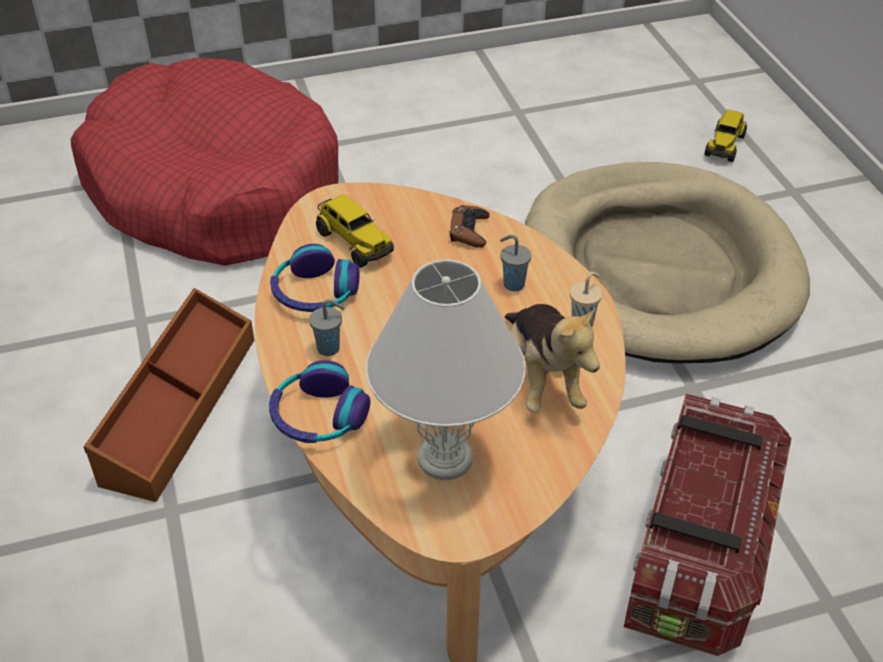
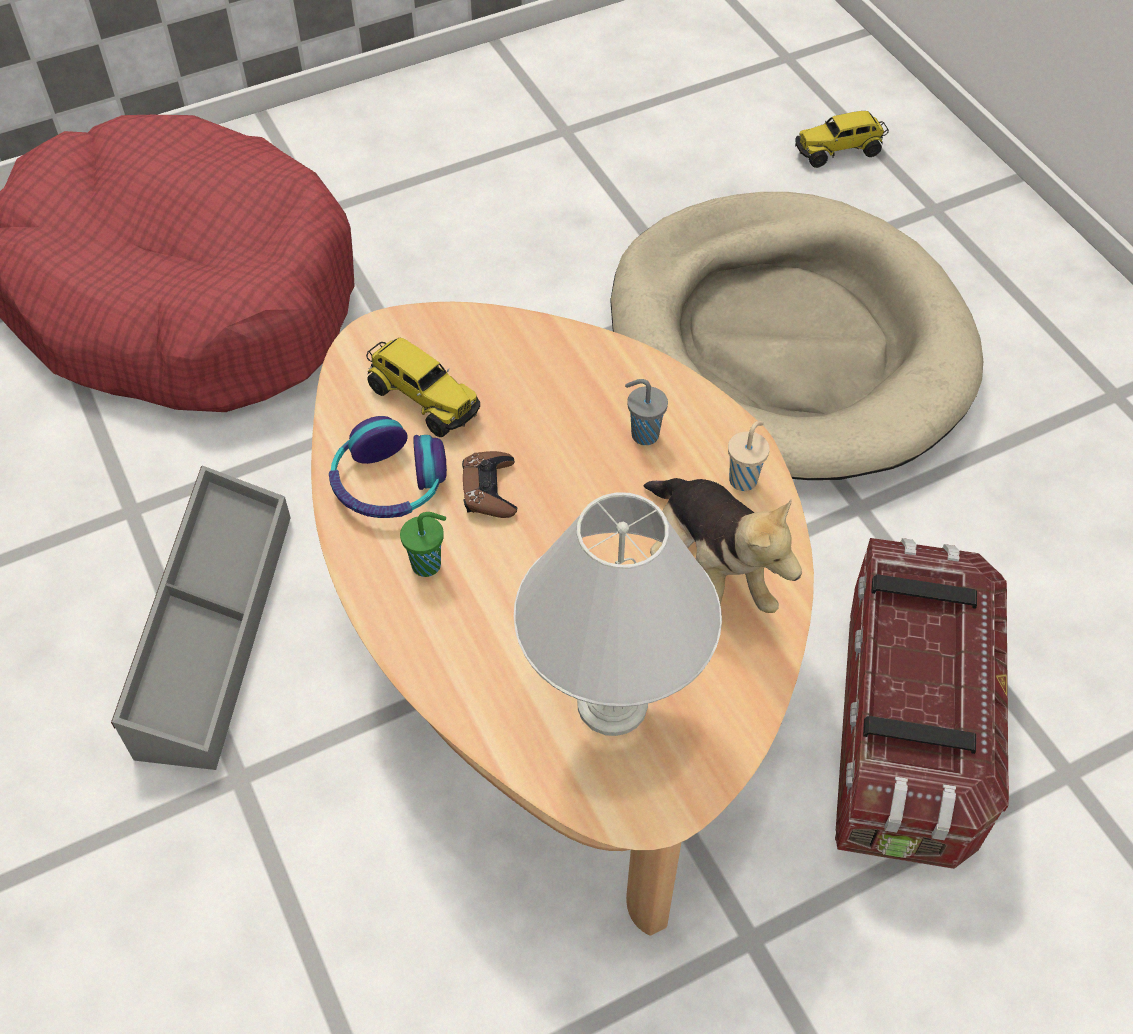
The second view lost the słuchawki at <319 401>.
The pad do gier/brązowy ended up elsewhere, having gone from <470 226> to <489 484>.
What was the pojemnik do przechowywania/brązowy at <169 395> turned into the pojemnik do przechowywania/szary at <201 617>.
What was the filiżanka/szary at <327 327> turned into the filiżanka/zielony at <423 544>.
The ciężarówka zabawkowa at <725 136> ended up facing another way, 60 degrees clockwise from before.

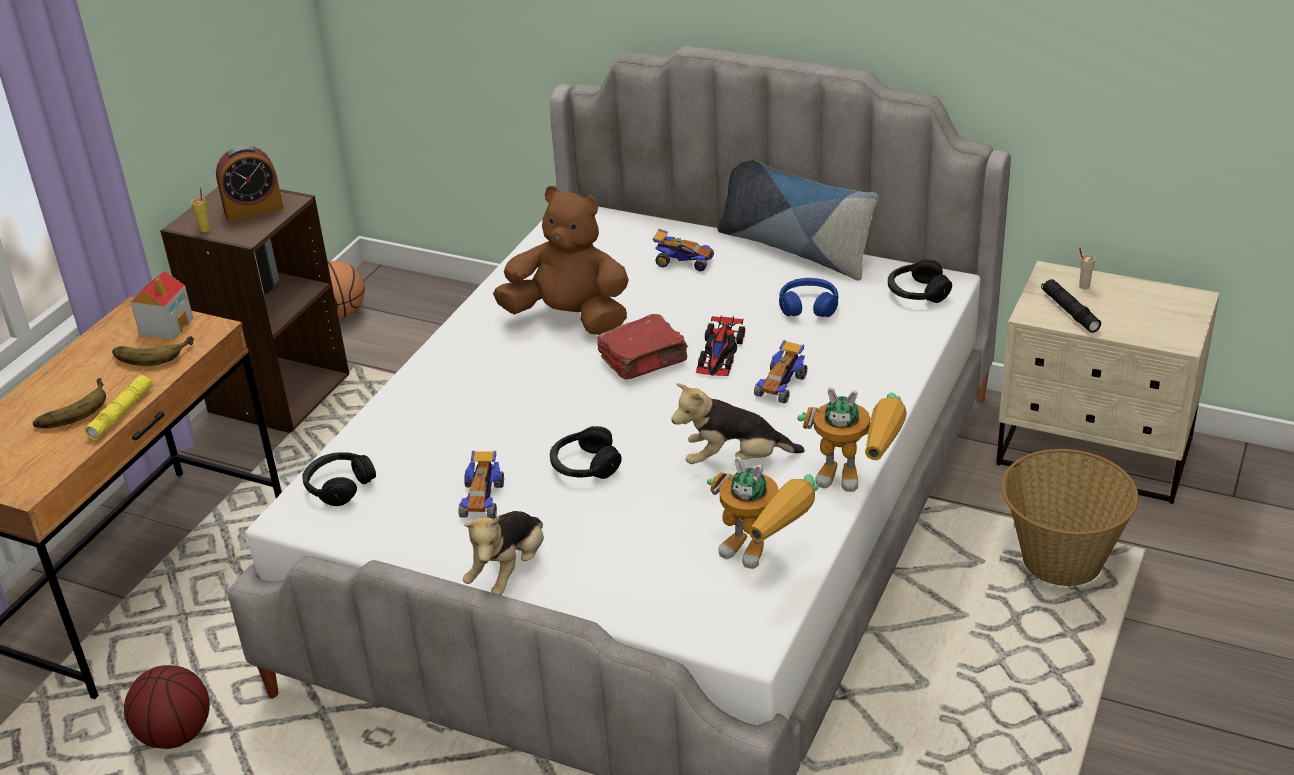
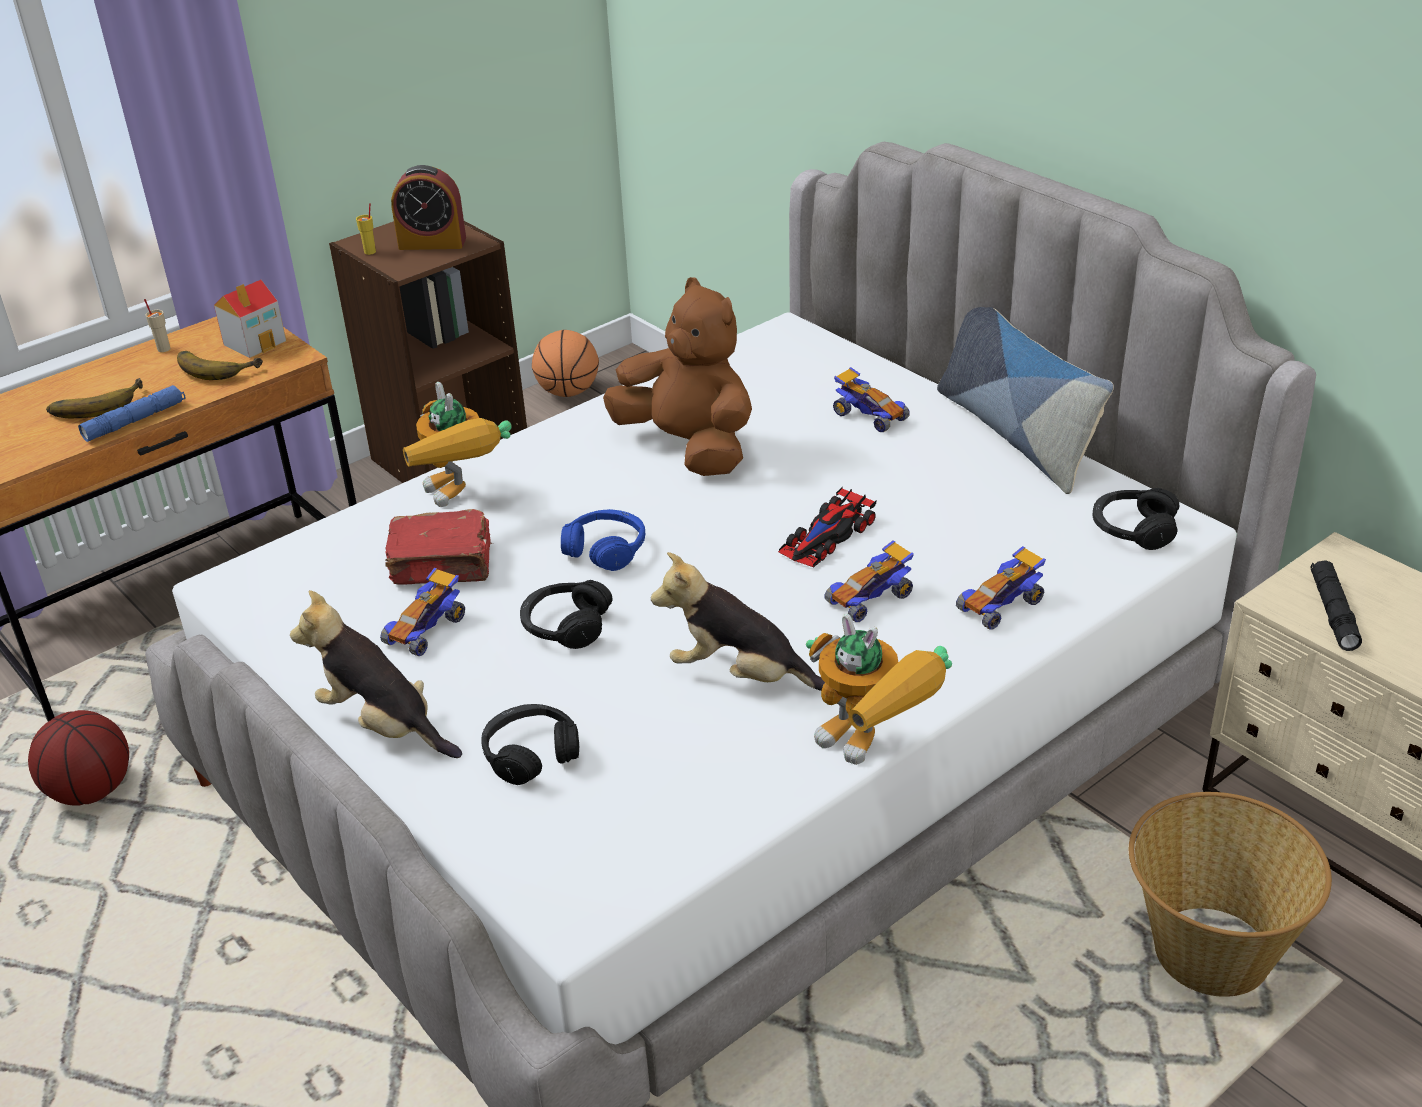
The second view gained the samochodzik at <1001 588>.
The słuchawki/czarny ended up elsewhere, having gone from <339 479> to <530 744>.
The książka/czerwony ended up elsewhere, having gone from <642 346> to <439 546>.
The robot zabawkowy ended up elsewhere, having gone from <762 512> to <457 444>.
The słuchawki/niebieski ended up elsewhere, having gone from <808 297> to <603 540>.
The filiżanka/beżowy ended up elsewhere, having gone from <1087 268> to <157 325>.
What was the latarka/żółty at <119 407> turned into the latarka/niebieski at <132 413>.
The pluszak at <503 553> ended up facing another way, 75 degrees clockwise from before.

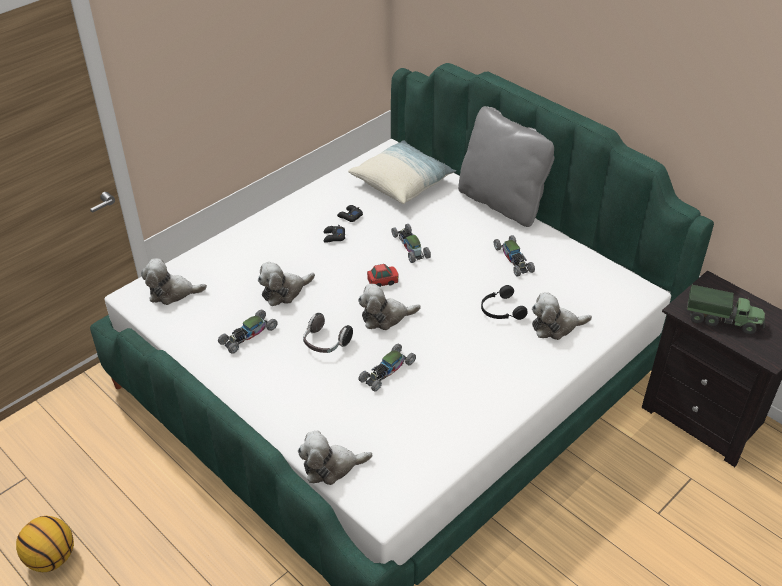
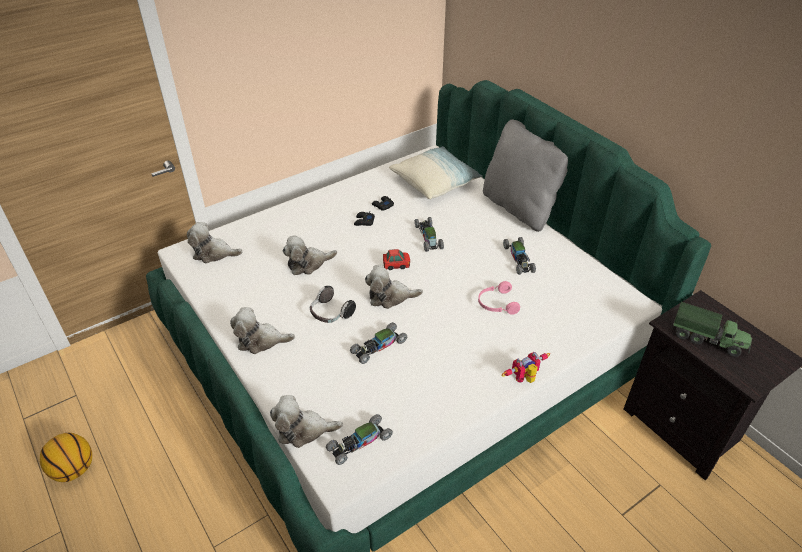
The second view gained the robot zabawkowy at <526 367>.
The samochodzik ended up elsewhere, having gone from <248 332> to <359 439>.
The pluszak ended up elsewhere, having gone from <562 316> to <262 330>.
What was the słuchawki/czarny at <504 302> turned into the słuchawki/różowy at <499 298>.

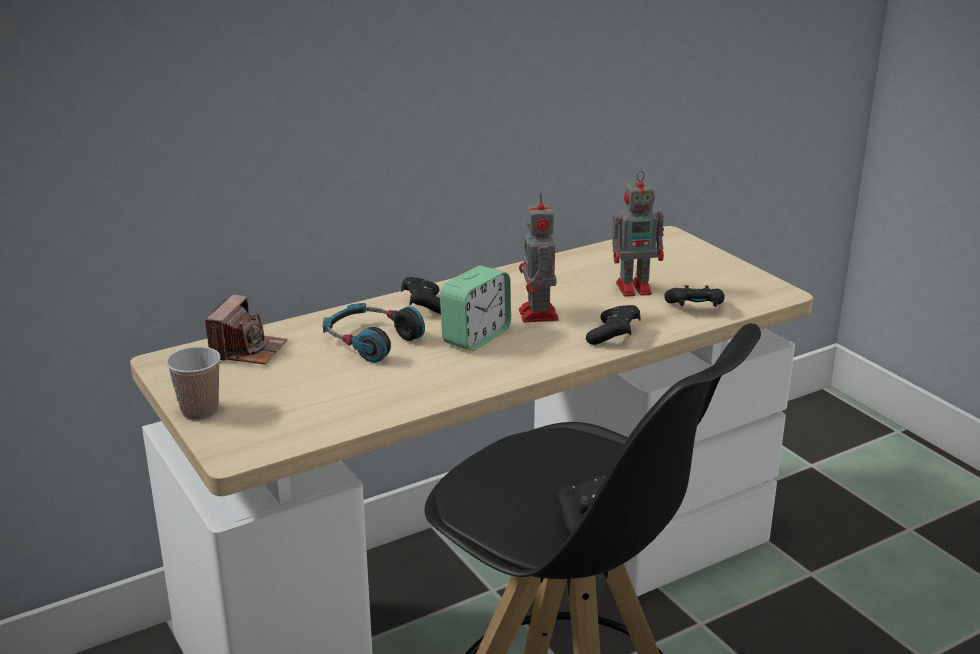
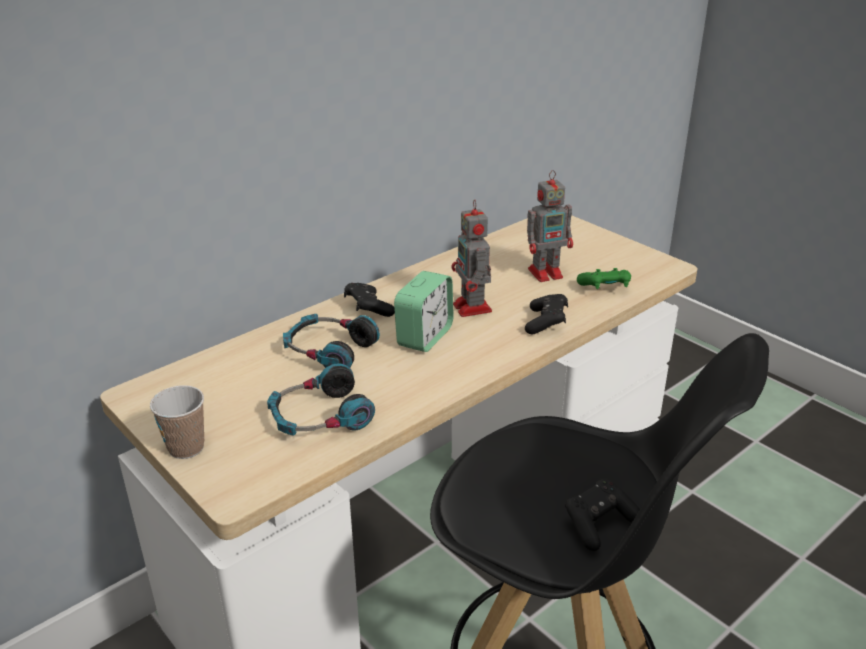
The second view lost the aparat fotograficzny at <246 329>.
The second view gained the słuchawki at <321 400>.
What was the pad do gier/czarny at <694 296> turned into the pad do gier/zielony at <604 278>.

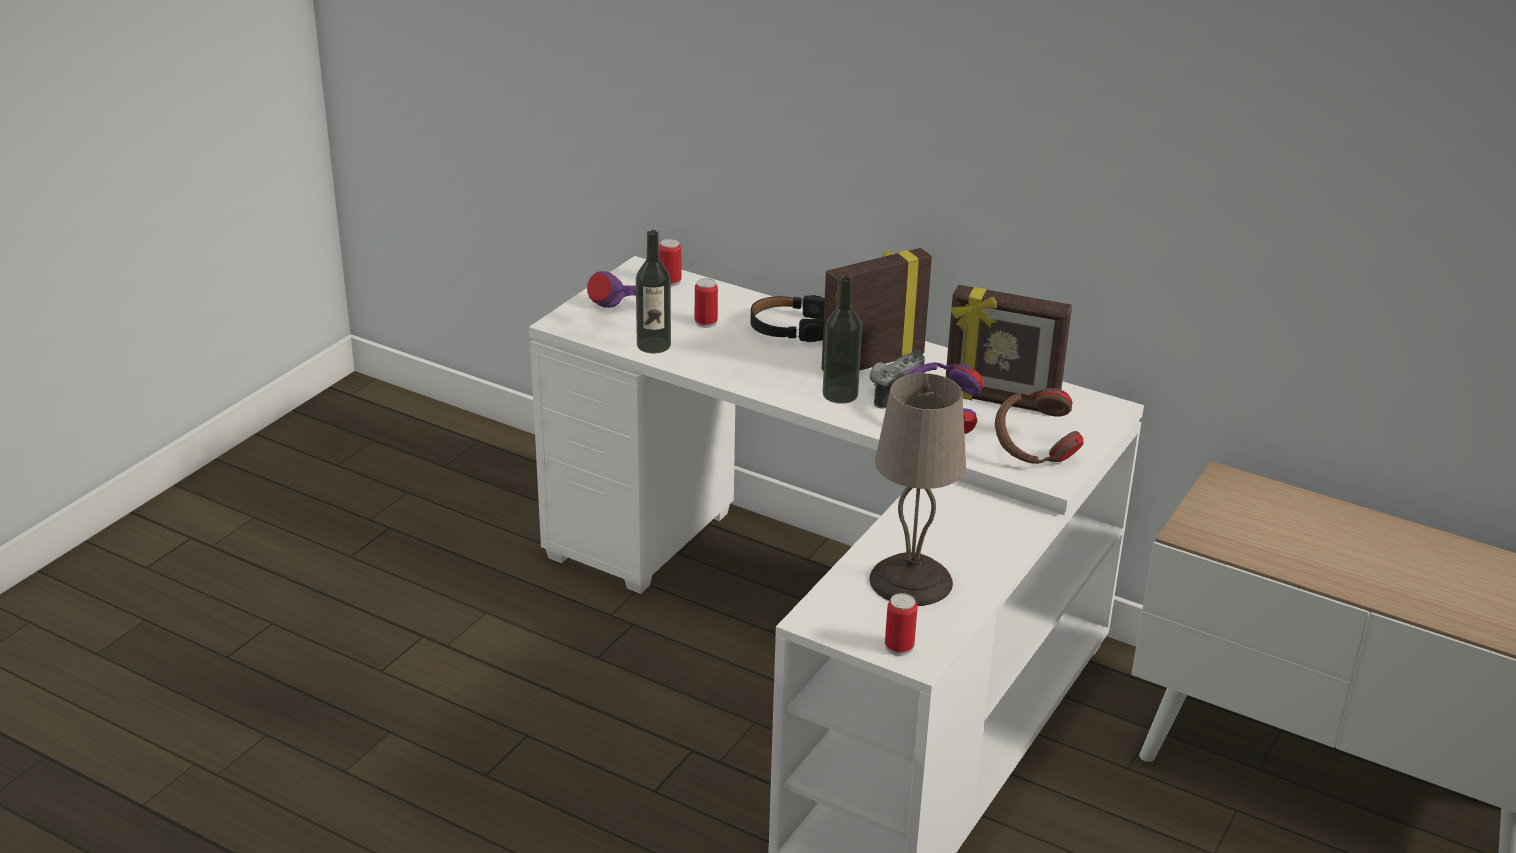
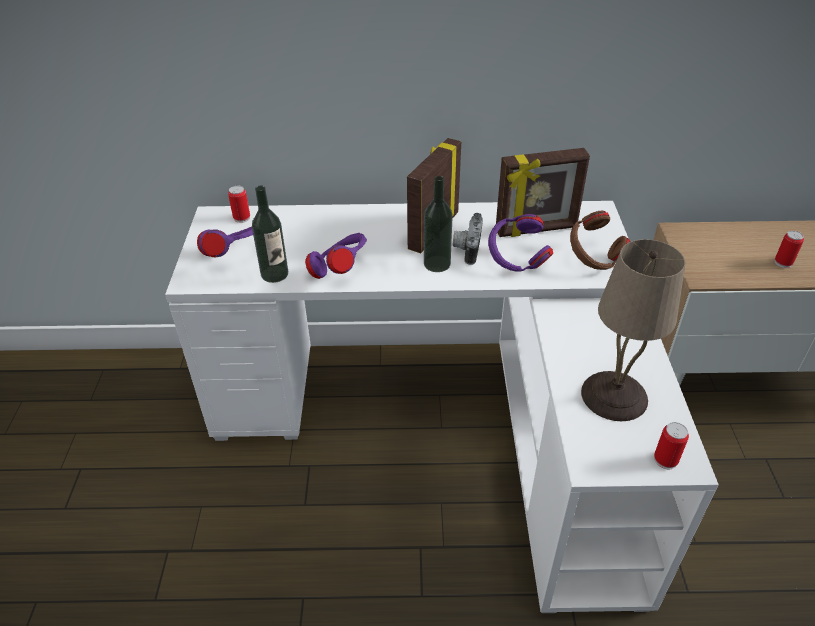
The second view lost the słuchawki/czarny at <787 318>.
The second view gained the słuchawki/fioletowy at <336 256>.
The puszka ended up elsewhere, having gone from <706 303> to <789 249>.

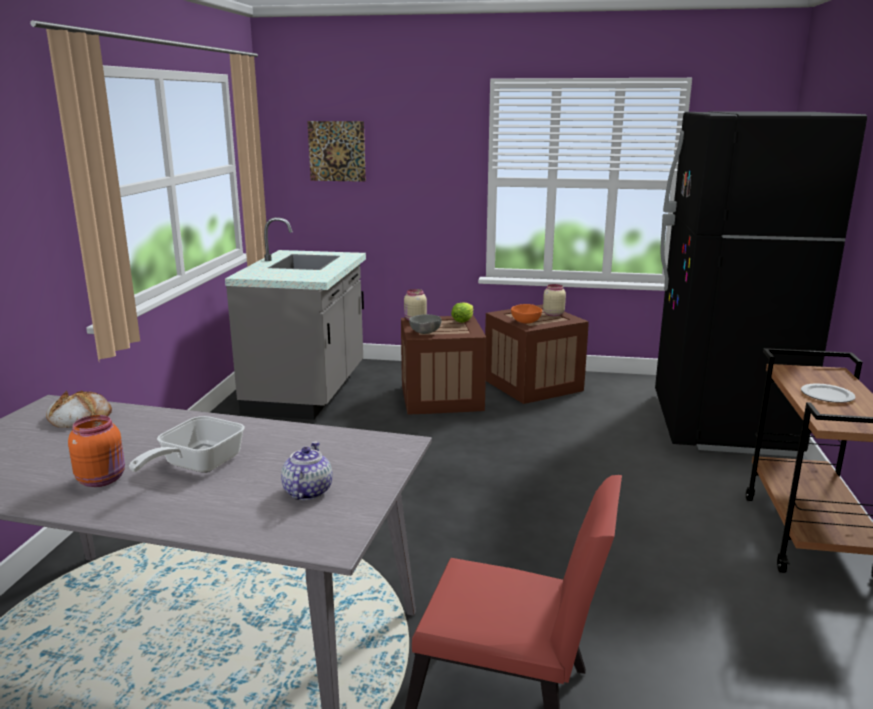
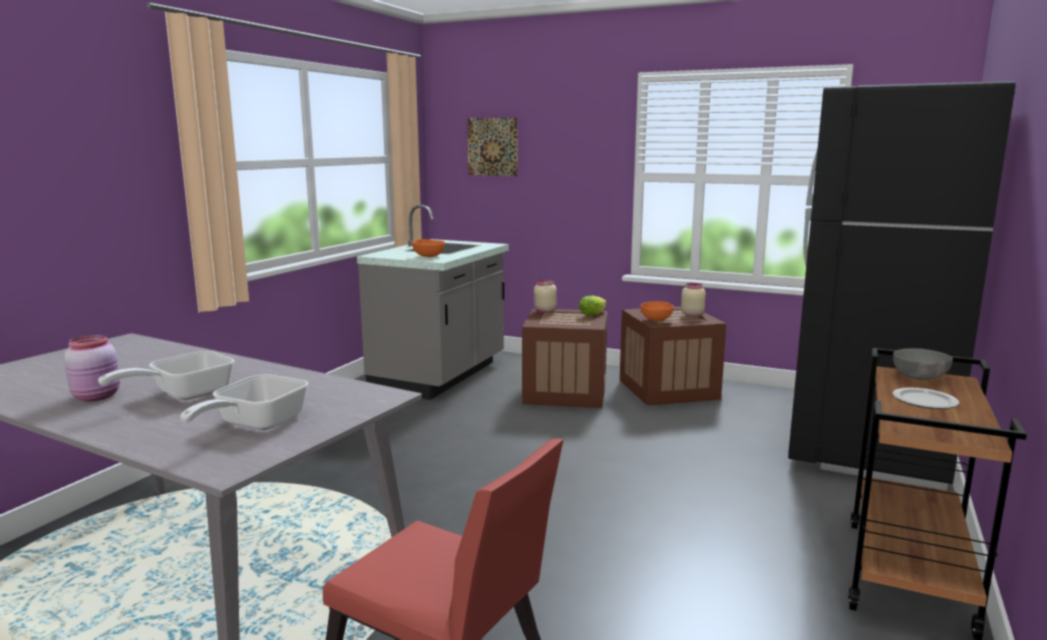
The second view lost the chleb at <79 409>.
The second view gained the miska/pomarańczowy at <428 248>.
The miska/szary ended up elsewhere, having gone from <425 324> to <923 364>.
Where the imbryk stood at <306 470>, the patelnia came to stand at <244 402>.
What was the słoik/pomarańczowy at <96 451> turned into the słoik/różowy at <92 368>.

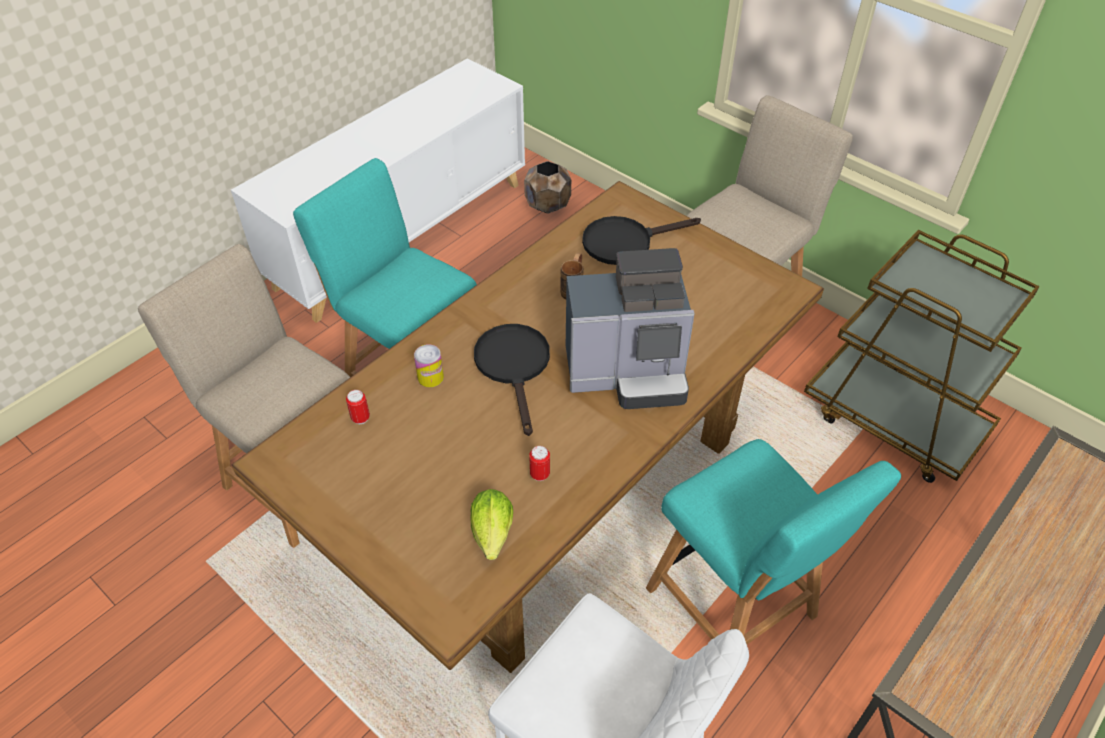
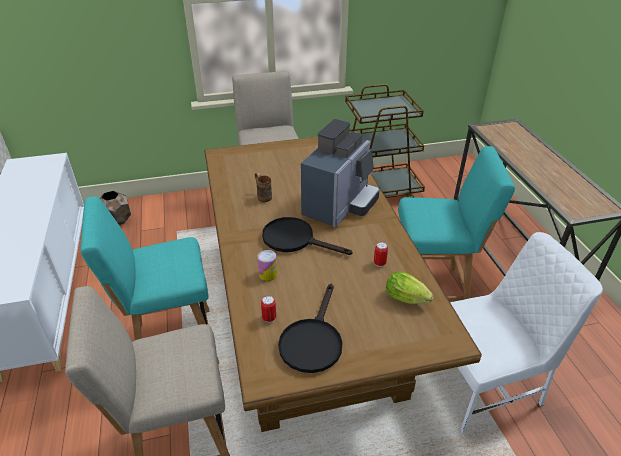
The patelnia/czarny ended up elsewhere, having gone from <641 240> to <310 328>.

